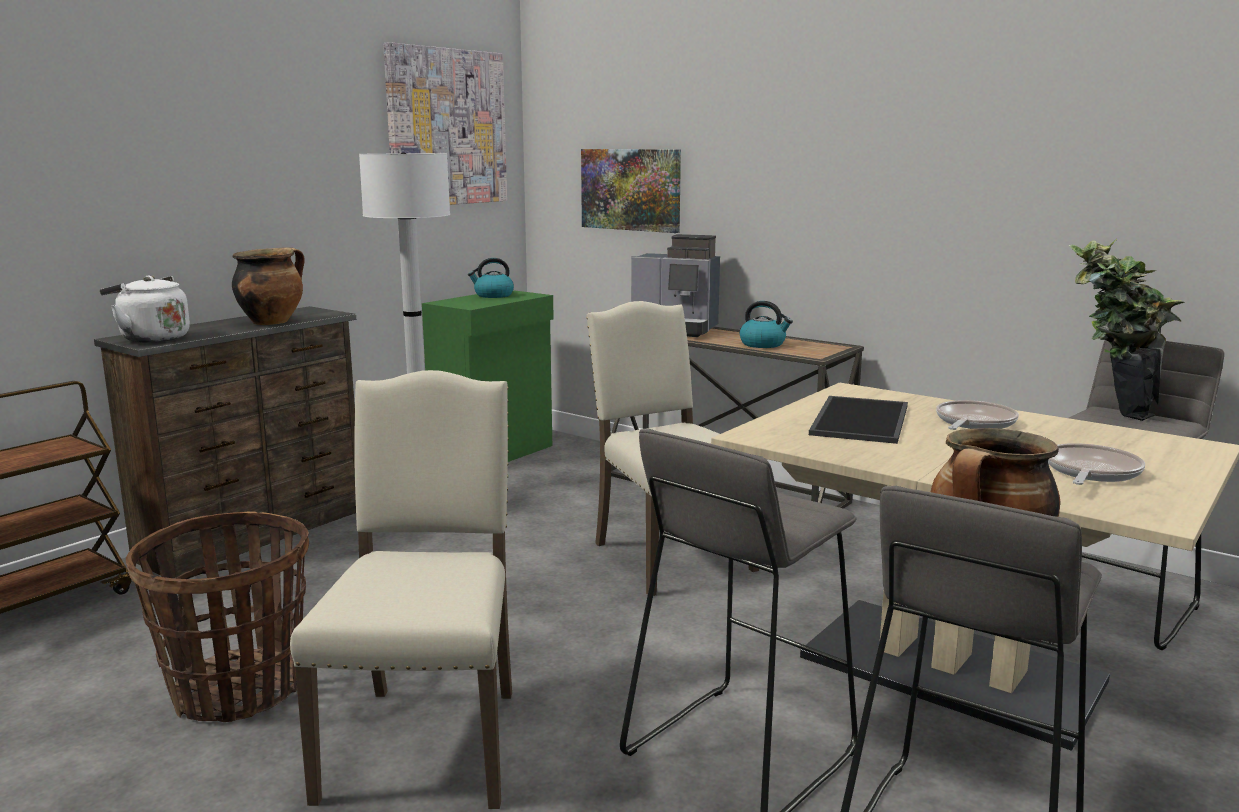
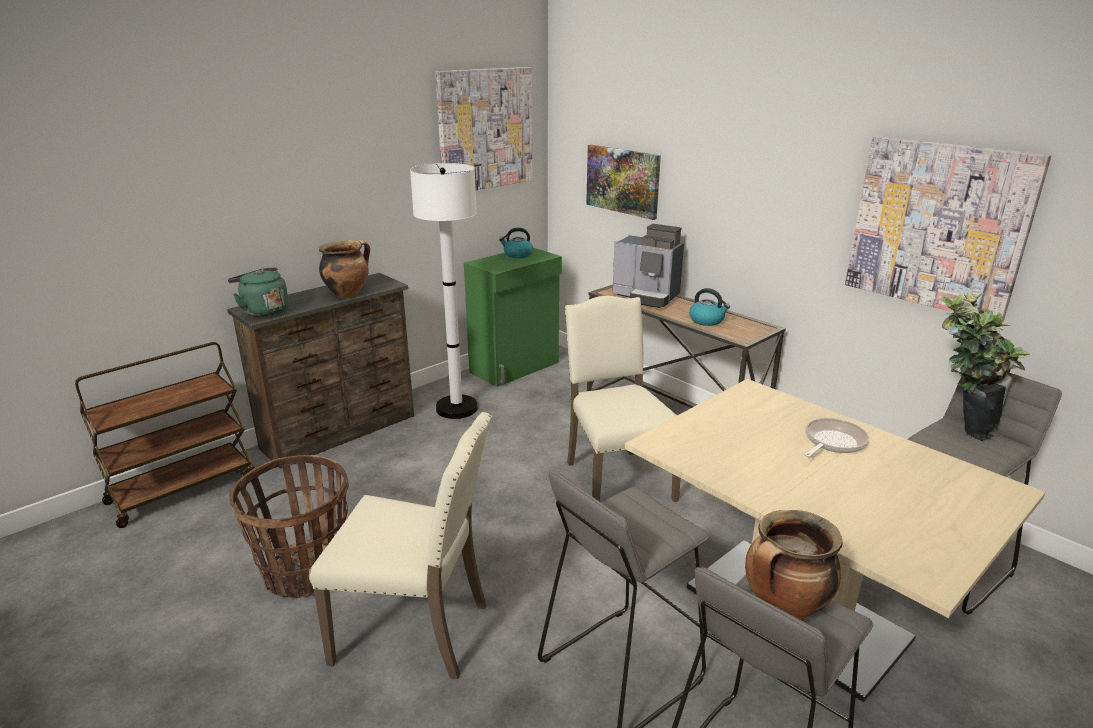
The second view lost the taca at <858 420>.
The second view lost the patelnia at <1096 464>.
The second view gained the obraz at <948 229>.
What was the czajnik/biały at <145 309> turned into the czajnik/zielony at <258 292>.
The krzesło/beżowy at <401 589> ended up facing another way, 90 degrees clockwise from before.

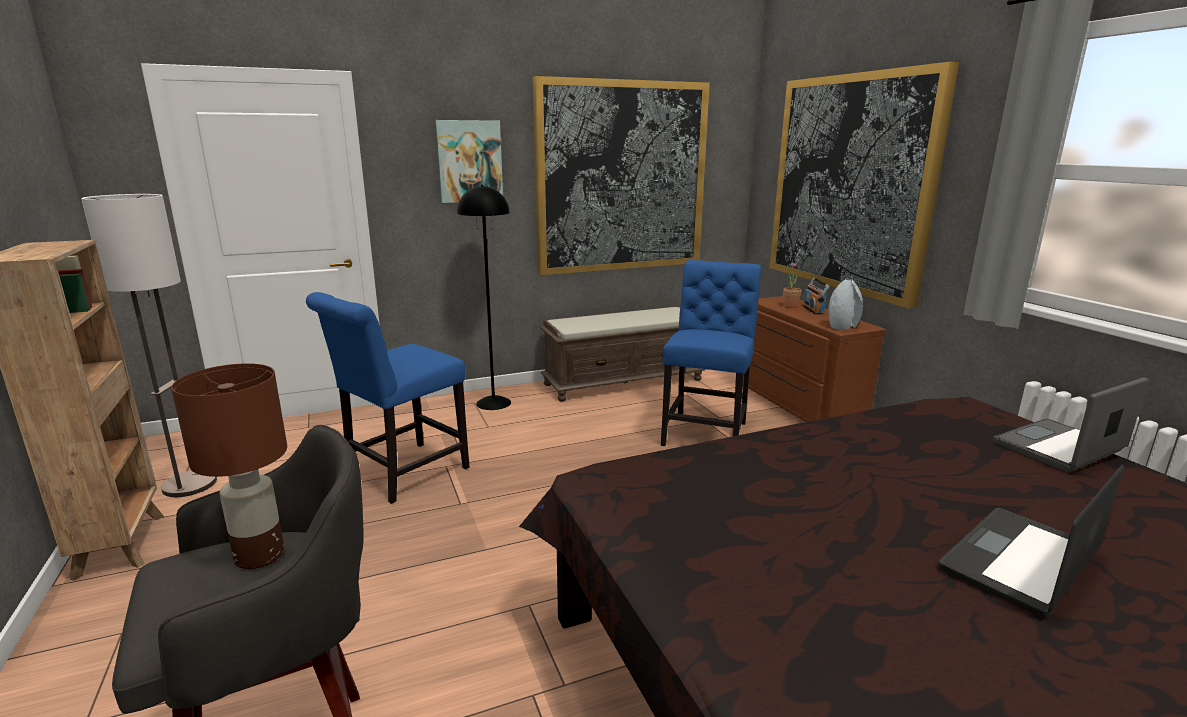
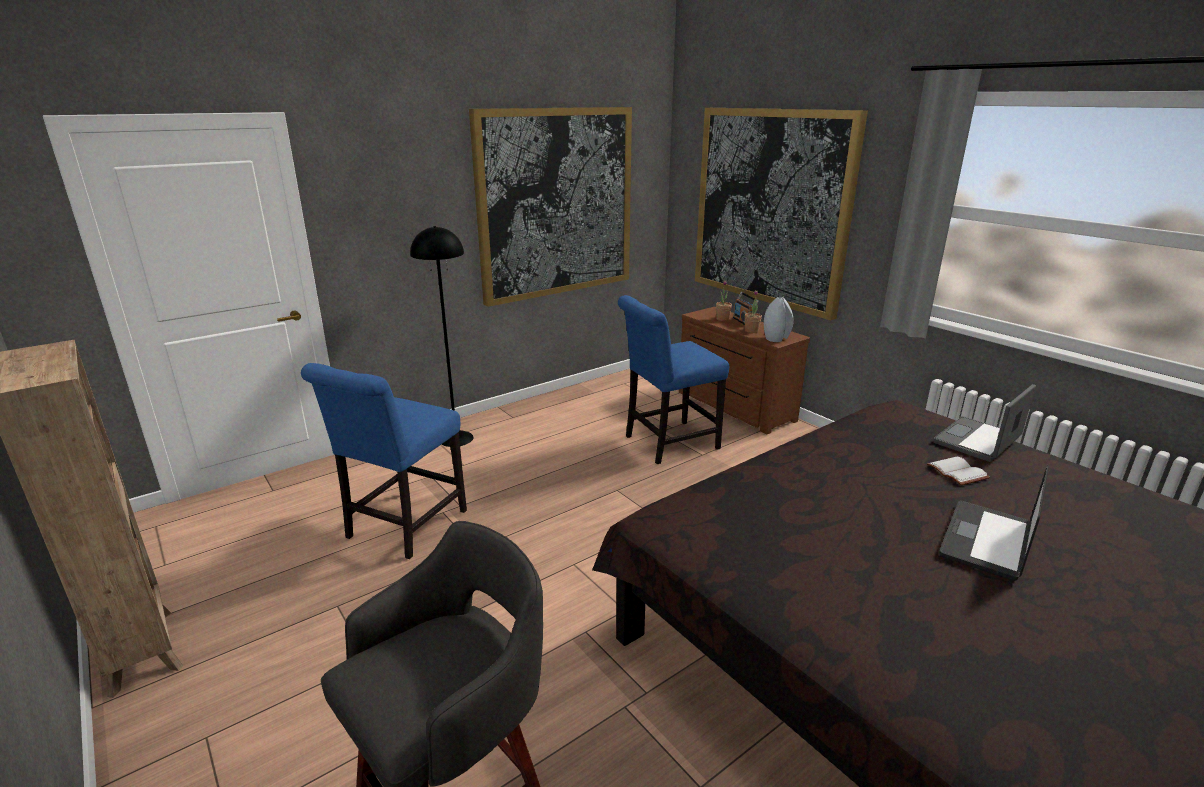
The second view lost the lampa stojąca at <149 345>.
The second view lost the lampa stołowa/brązowy at <229 466>.
The second view lost the obraz at <469 161>.
The second view lost the ławka/brązowy at <622 354>.
The second view gained the roślina doniczkowa at <753 311>.
The second view gained the książka/biały at <958 470>.
The krzesło/niebieski at <711 353> ended up facing another way, 120 degrees counterclockwise from before.

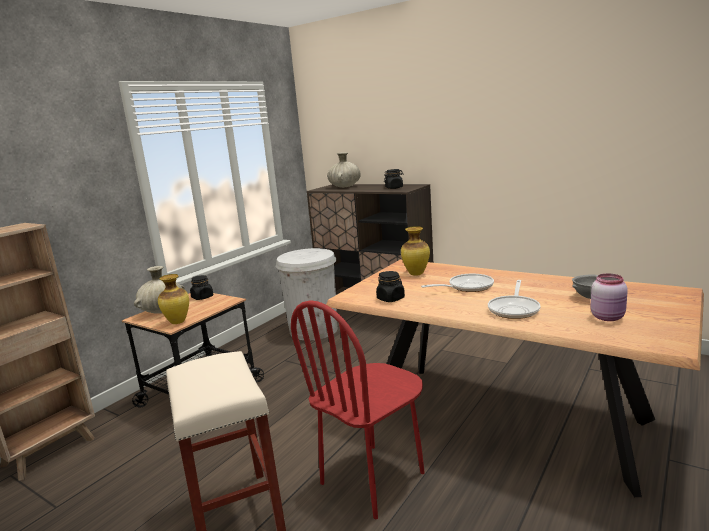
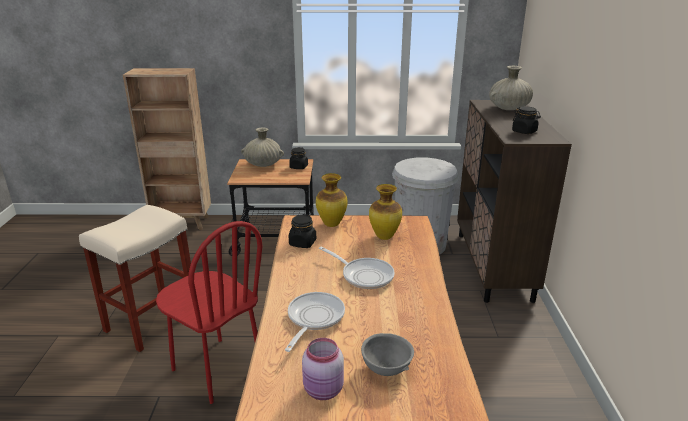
The wazon ended up elsewhere, having gone from <173 299> to <332 200>.
The krzesło/czerwony at <358 409> ended up facing another way, 150 degrees counterclockwise from before.
The patelnia at <514 299> ended up facing another way, 120 degrees clockwise from before.

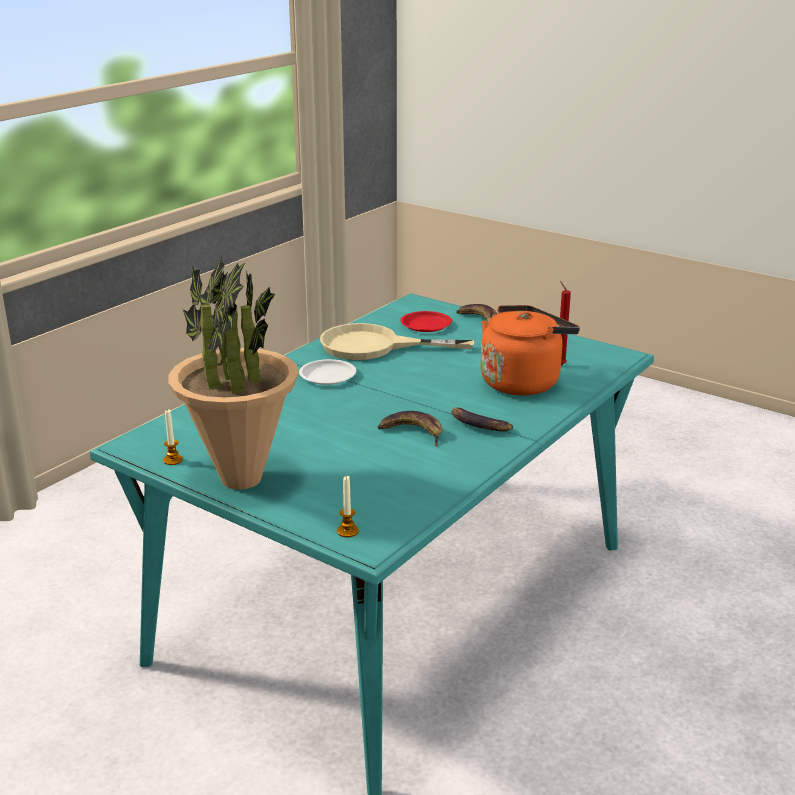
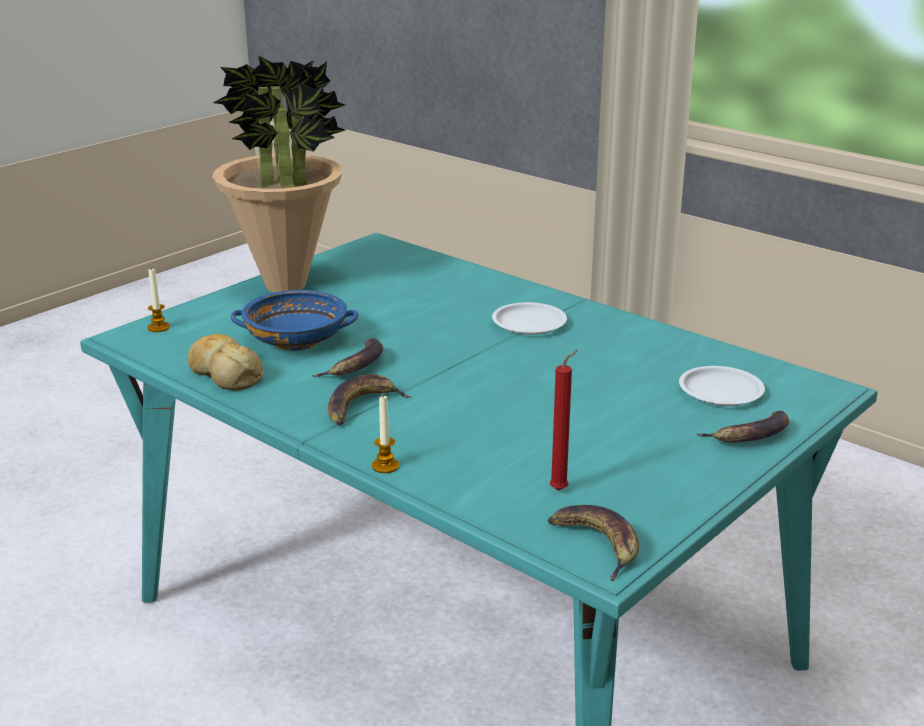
The second view lost the patelnia/beżowy at <397 341>.
The second view lost the czajnik/pomarańczowy at <530 350>.
The second view gained the chleb at <225 362>.
The second view gained the miska/niebieski at <294 320>.
The second view gained the banan at <593 543>.
The świeca ended up elsewhere, having gone from <173 437> to <385 434>.
What was the talerz/czerwony at <426 321> turned into the talerz/biały at <722 386>.

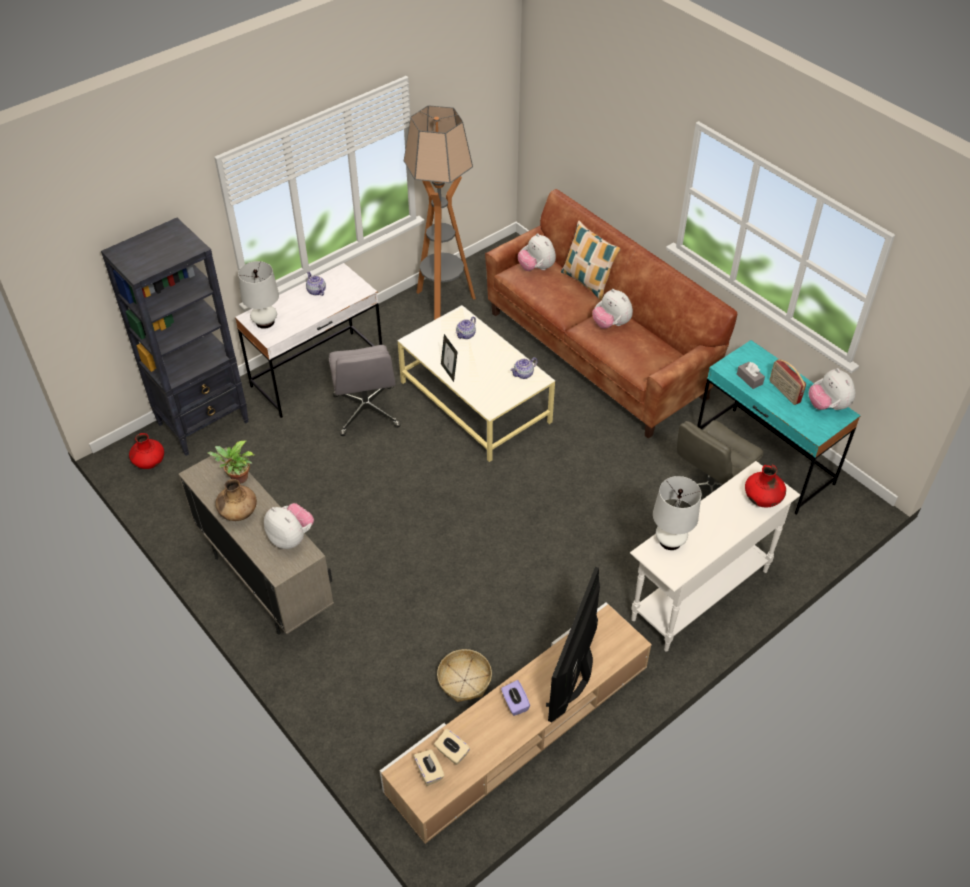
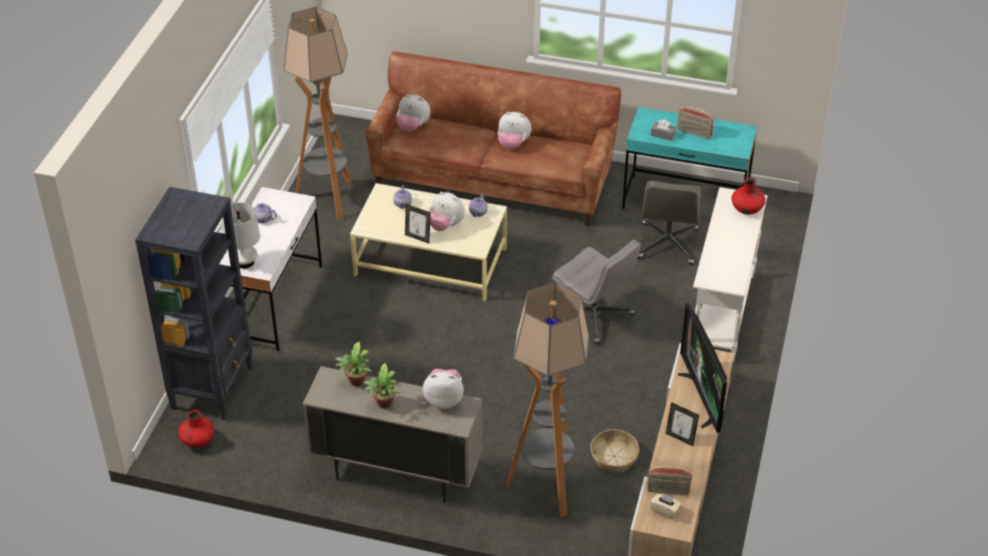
The second view lost the poduszka at <591 260>.
The second view lost the lampa stołowa/biały at <677 513>.
The second view gained the lampa stojąca at <547 400>.
The krzesło biurowe/szary ended up elsewhere, having gone from <365 390> to <596 292>.
The pluszak ended up elsewhere, having gone from <832 389> to <446 211>.
Where the wazon/brązowy stood at <236 500>, the roślina doniczkowa came to stand at <382 386>.
Where the pudełko chusteczek/beżowy stood at <452 747>, the radio came to stand at <669 480>.
Where the pudełko chusteczek/fioletowy stood at <515 698>, the ramka na zdjęcie came to stand at <682 424>.

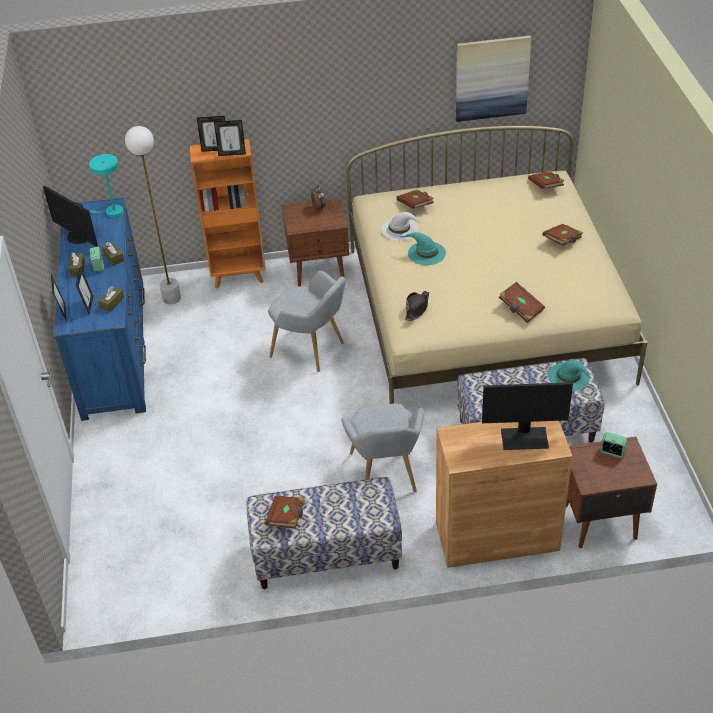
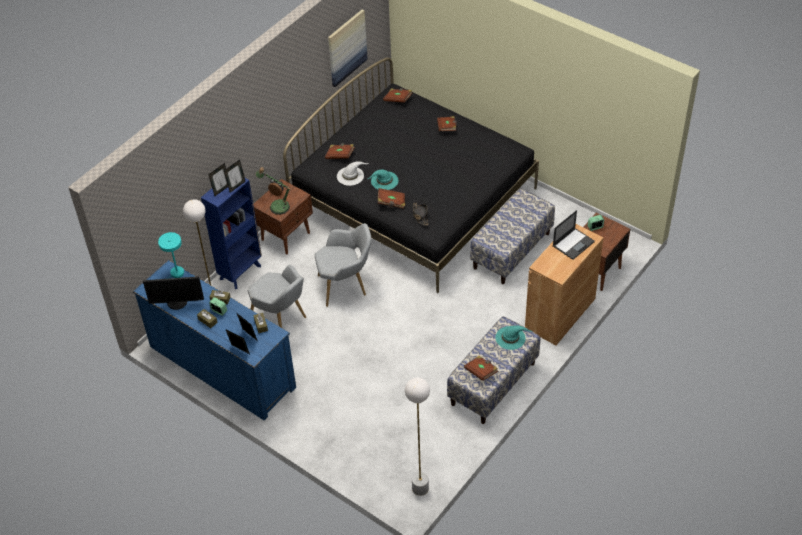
The second view gained the lampa stołowa at <273 191>.
The second view gained the lampa stojąca/biały at <417 437>.
The fotel/szary ended up elsewhere, having gone from <383 448> to <277 296>.
The książka/brązowy ended up elsewhere, having gone from <522 302> to <391 198>.
The kapelusz/turkusowy ended up elsewhere, having gone from <570 375> to <513 338>.
Where the monitor stood at <527 416>, the laptop came to stand at <574 235>.
What was the regał/pomarańczowy at <228 214> turned into the regał/niebieski at <231 233>.
What was the łóżko/beżowy at <497 265> turned into the łóżko/czarny at <411 175>.

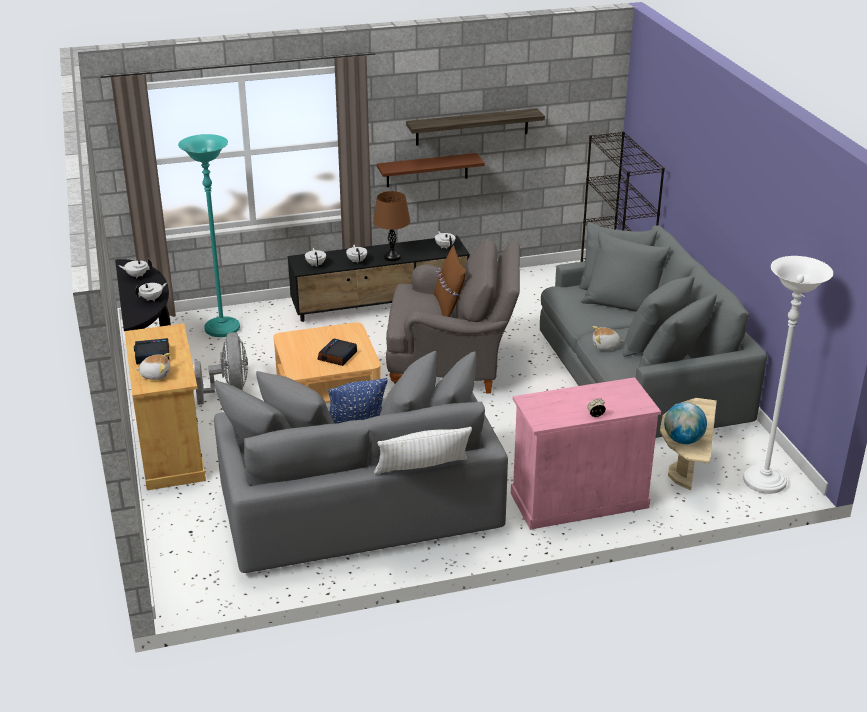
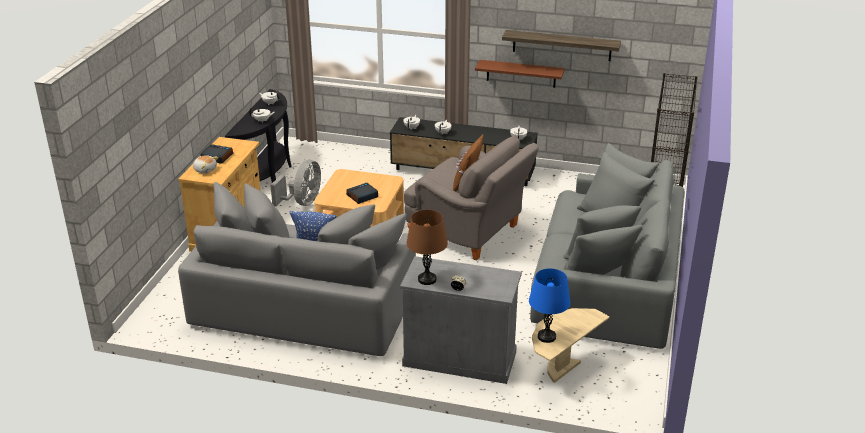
The second view lost the lampa stojąca/turkusowy at <209 235>.
The second view lost the poduszka/biały at <423 450>.
The second view lost the pluszak at <608 338>.
The second view lost the lampa stojąca/biały at <788 375>.
The lampa stołowa/brązowy ended up elsewhere, having gone from <391 226> to <427 247>.
Where the globus stood at <685 423>, the lampa stołowa/niebieski came to stand at <549 305>.
What was the szafka/różowy at <586 453> turned into the szafka/szary at <461 320>.

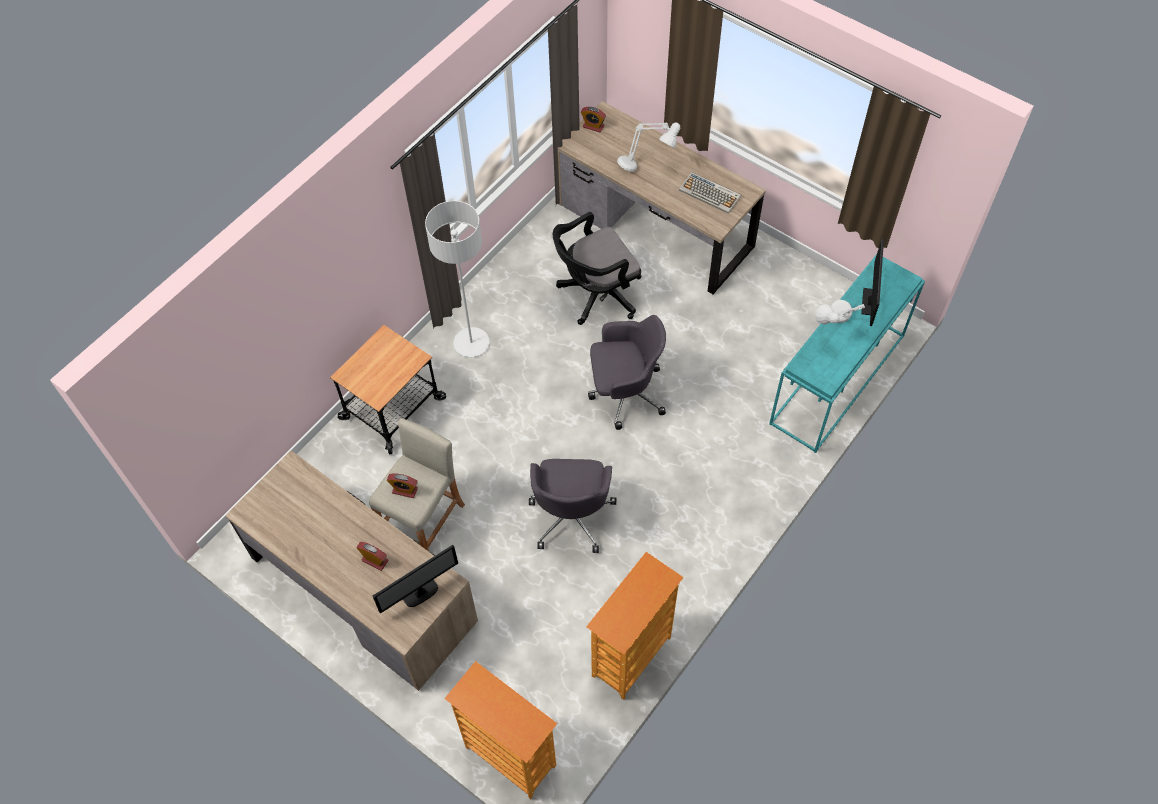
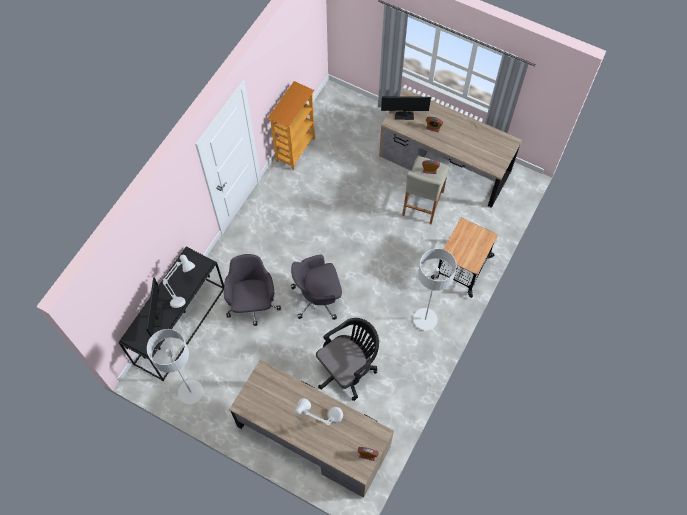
The second view lost the regał at <500 730>.
The second view lost the klawiatura at <710 193>.
The second view gained the lampa stojąca/szary at <175 366>.
The krzesło biurowe/szary ended up elsewhere, having gone from <572 506> to <252 290>.
What was the stolik konsolowy/turkusowy at <847 353> turned into the stolik konsolowy/czarny at <171 314>.
The monitor at <415 579> ended up facing another way, 45 degrees clockwise from before.

